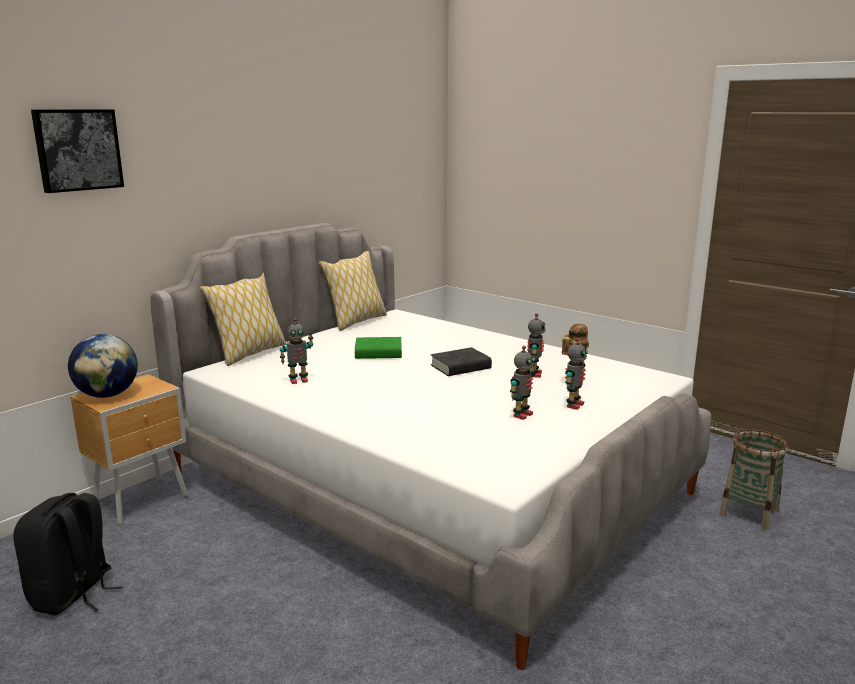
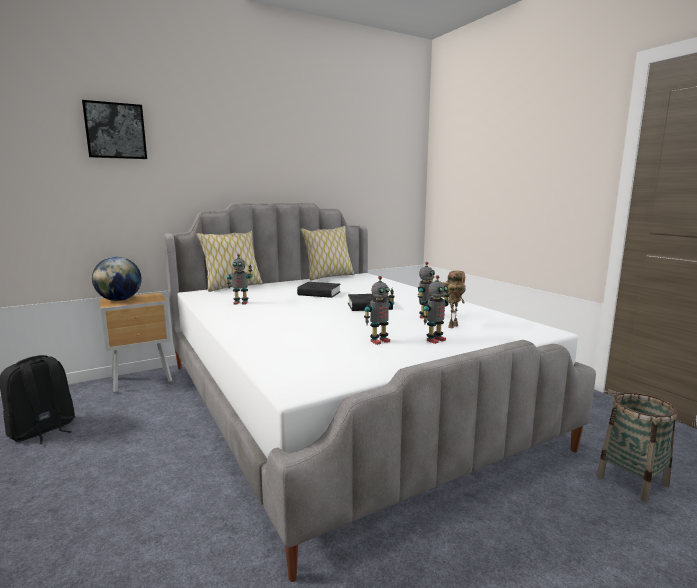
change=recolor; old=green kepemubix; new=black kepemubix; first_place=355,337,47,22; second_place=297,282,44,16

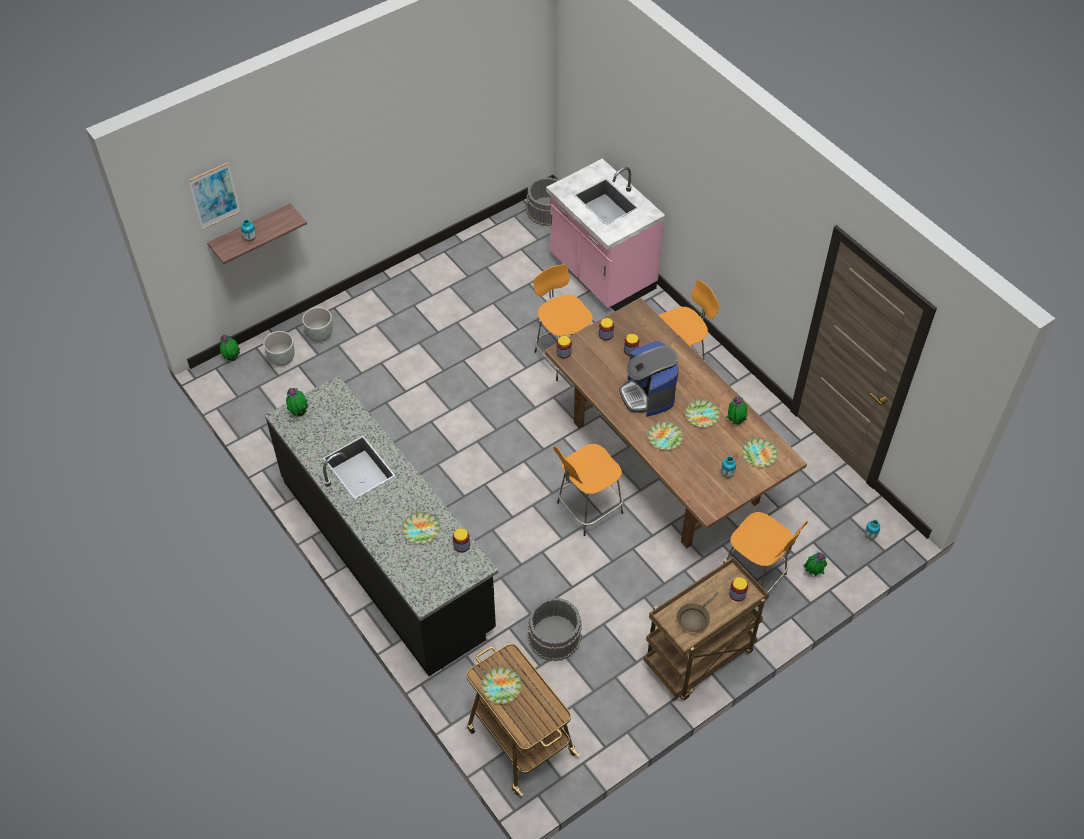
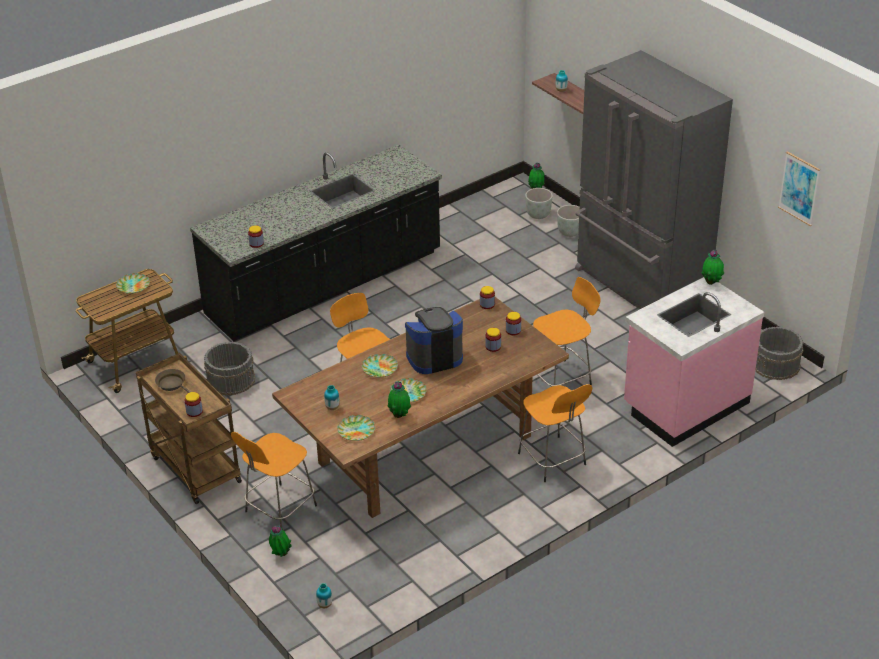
change=delete; old=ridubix; first_place=402,511,38,33
change=insert; new=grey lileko; second_place=575,50,158,259
change=move; old=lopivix; first_place=188,162,53,68; second_place=778,151,42,75
change=move; old=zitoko; first_place=286,388,23,28; second_place=701,250,23,35

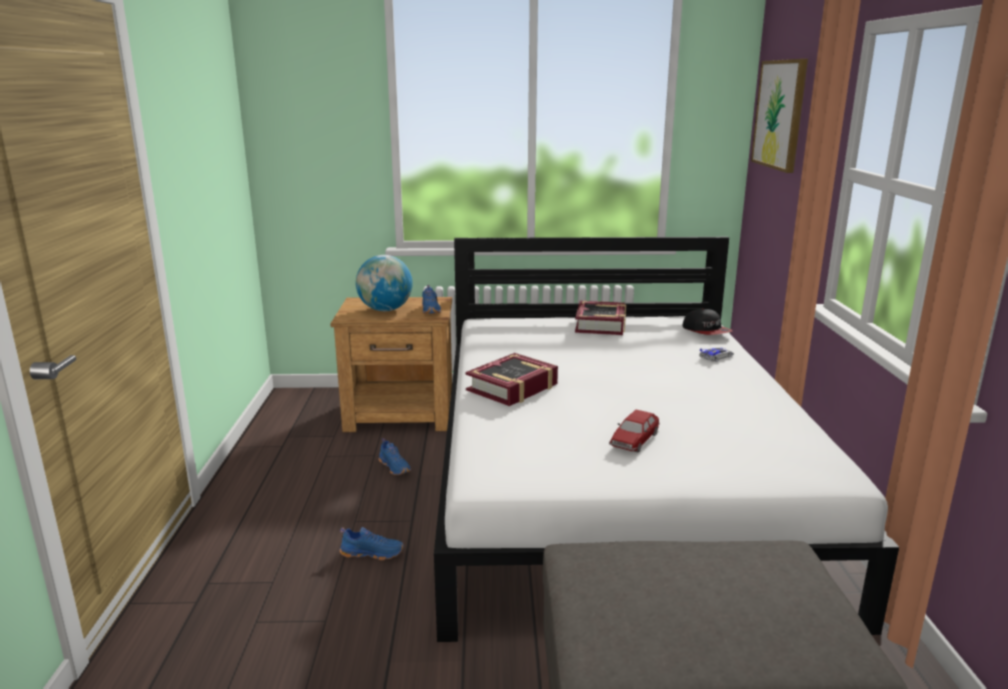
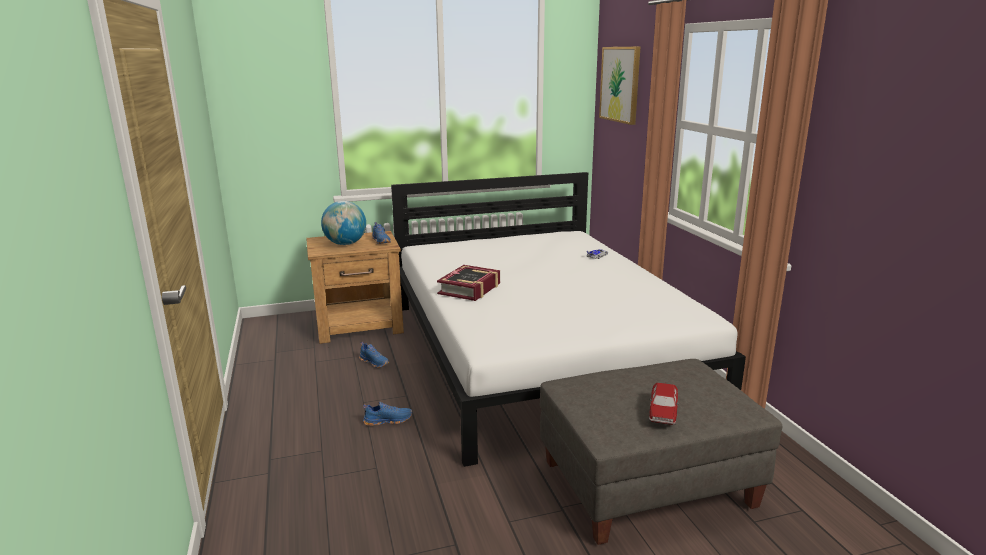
change=delete; old=kepemubix; first_place=575,301,51,34
change=delete; old=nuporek; first_place=682,309,51,26
change=move; old=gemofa; first_place=609,410,51,42; second_place=649,383,30,42

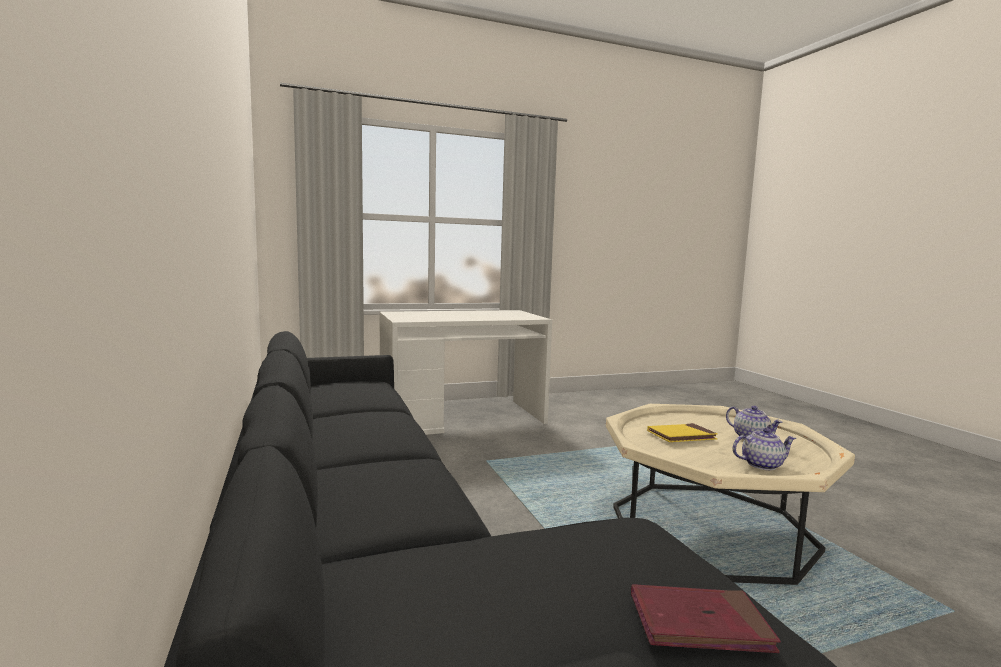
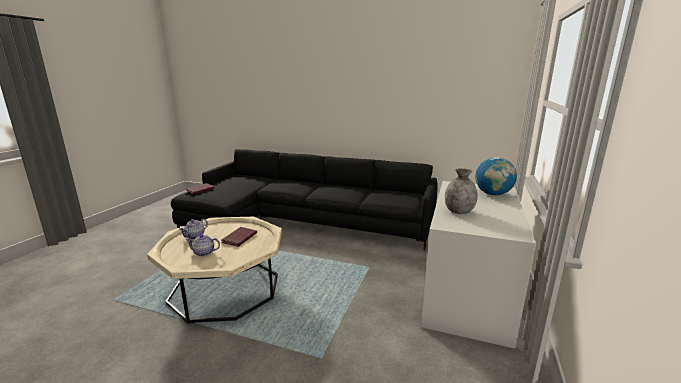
change=insert; new=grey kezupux; second_place=445,168,33,46
change=insert; new=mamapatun; second_place=475,157,42,38
change=recolor; old=yellow kepemubix; new=red kepemubix; first_place=647,423,70,19; second_place=221,227,36,20

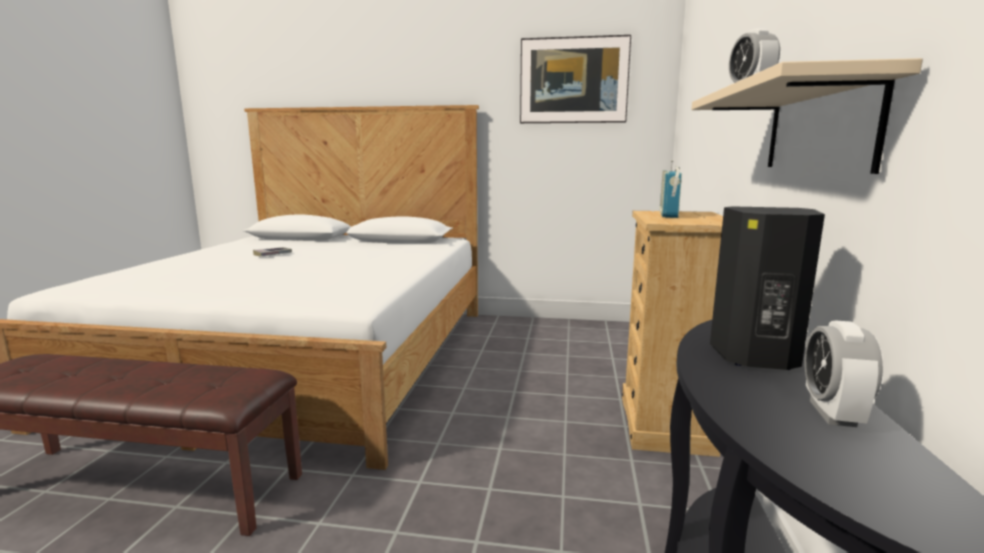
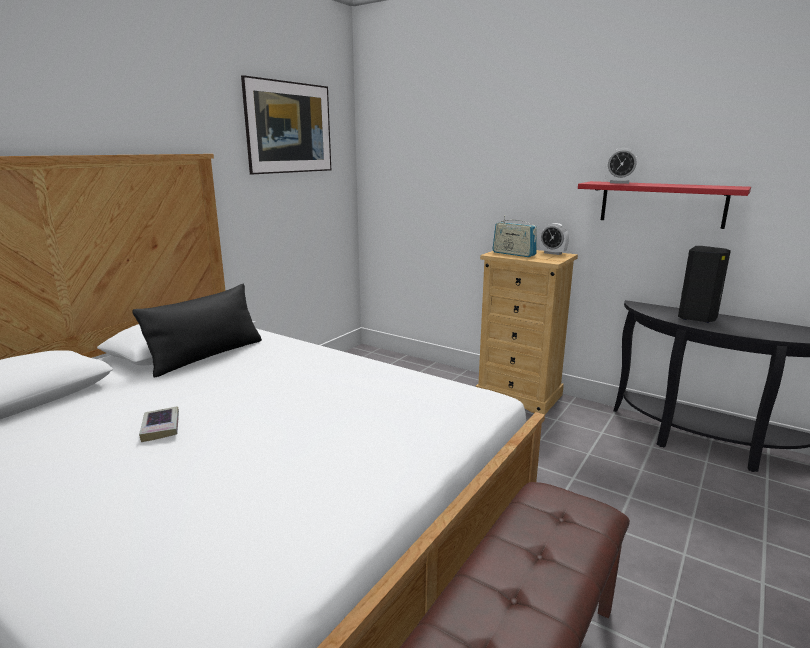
change=insert; new=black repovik; second_place=133,284,129,94
change=move; old=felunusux; first_place=805,321,78,106; second_place=540,223,29,32
change=recolor; old=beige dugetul; new=red dugetul; first_place=691,58,232,116; second_place=578,181,173,48

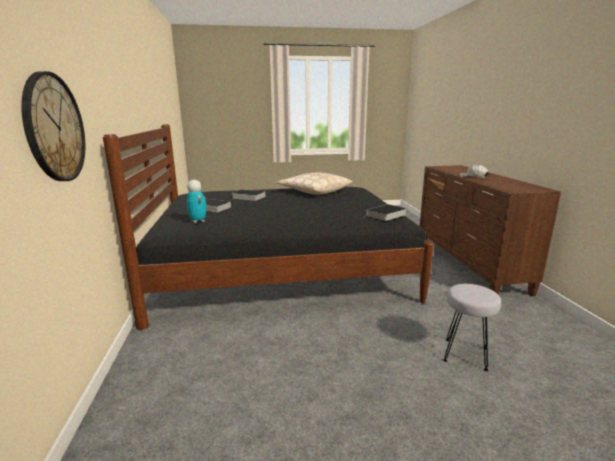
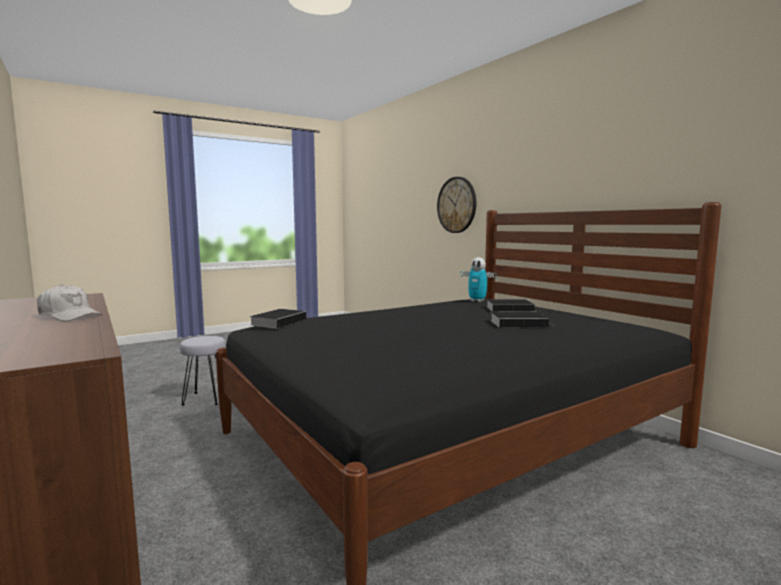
change=delete; old=beige repovik; first_place=276,173,77,22

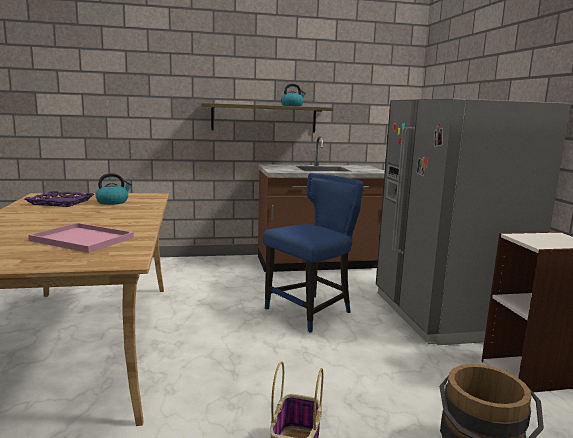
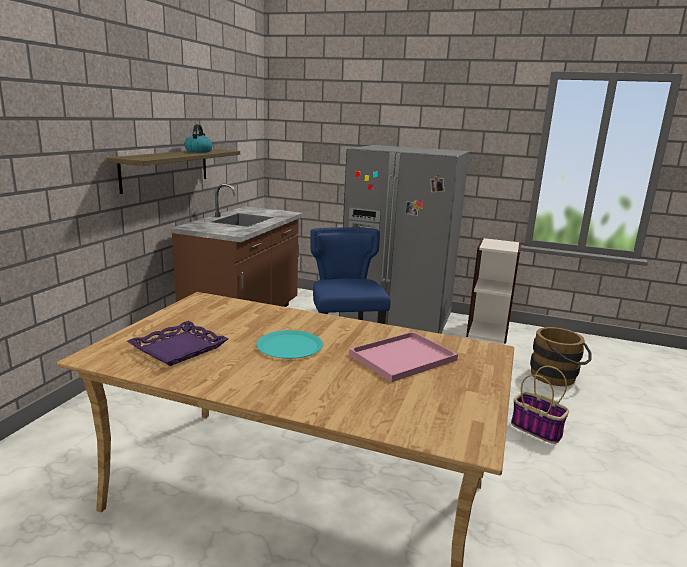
change=delete; old=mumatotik; first_place=95,173,37,32
change=insert; new=turquoise ridubix; second_place=256,330,67,29

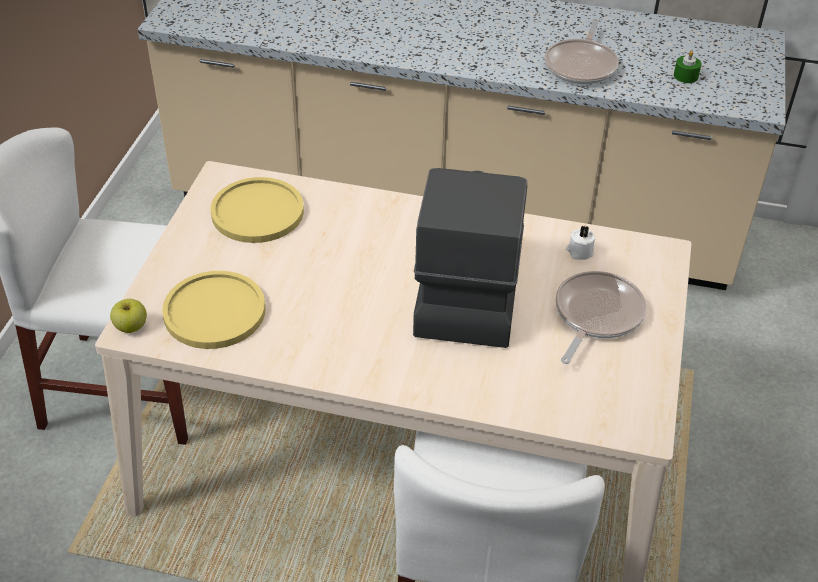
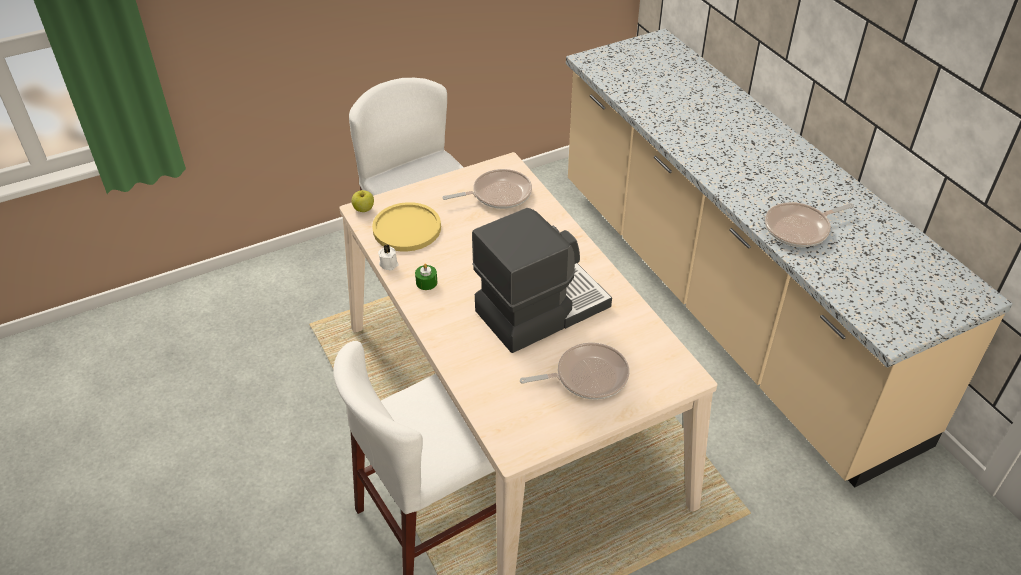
change=move; old=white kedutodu; first_place=566,225,29,35; second_place=378,244,21,26
change=move; old=green kedutodu; first_place=674,51,28,32; second_place=415,264,22,26
change=replace; old=yellow ridubix; new=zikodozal; first_place=210,177,94,66; second_place=442,169,90,40

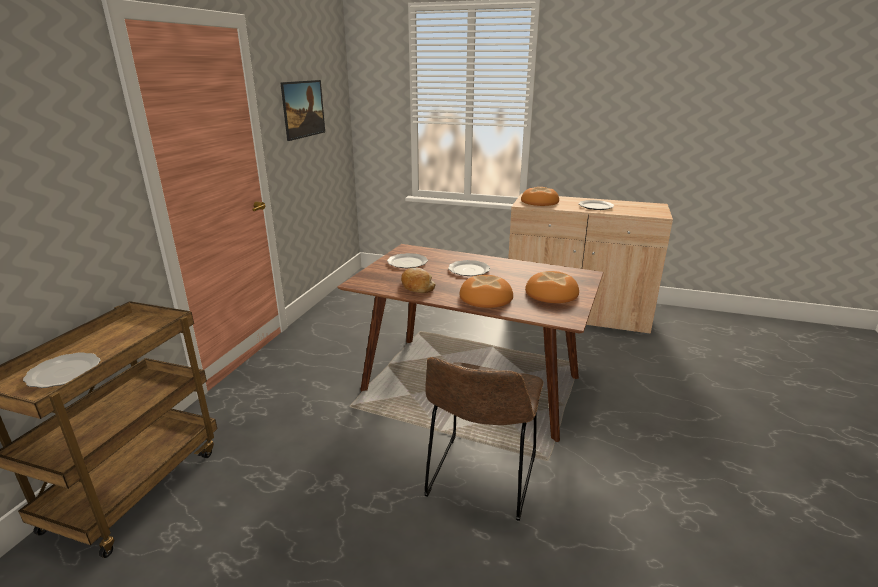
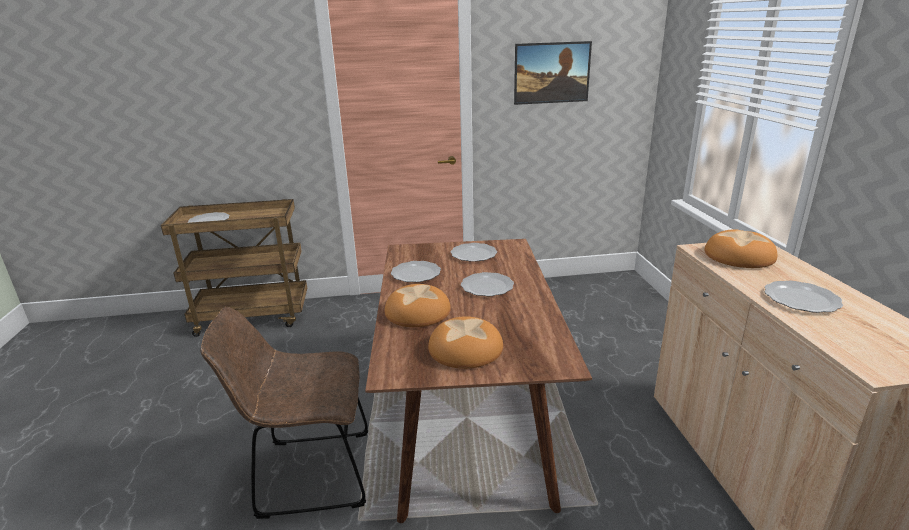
change=replace; old=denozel; new=ridubix; first_place=401,268,35,25; second_place=391,261,50,21

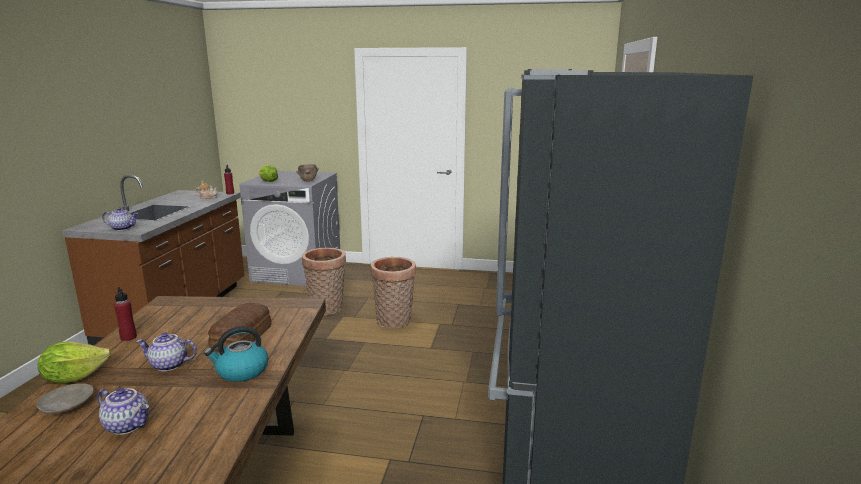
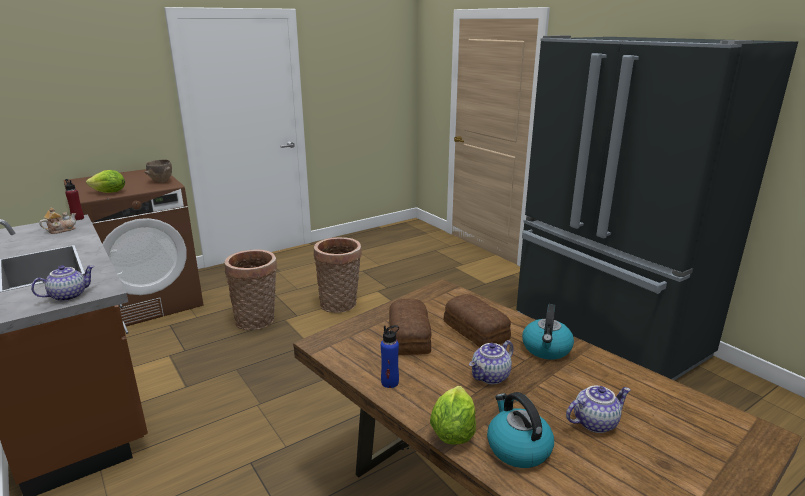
change=insert; new=denozel; second_place=389,299,43,56
change=replace; old=beige ridubix; new=mumatotik; first_place=36,383,58,31; second_place=487,392,67,76
change=recolor; old=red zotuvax; new=blue zotuvax; first_place=114,287,23,54; second_place=381,325,18,63
change=recolor; old=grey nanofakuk; new=brown nanofakuk; first_place=239,171,101,115; second_place=63,169,141,157

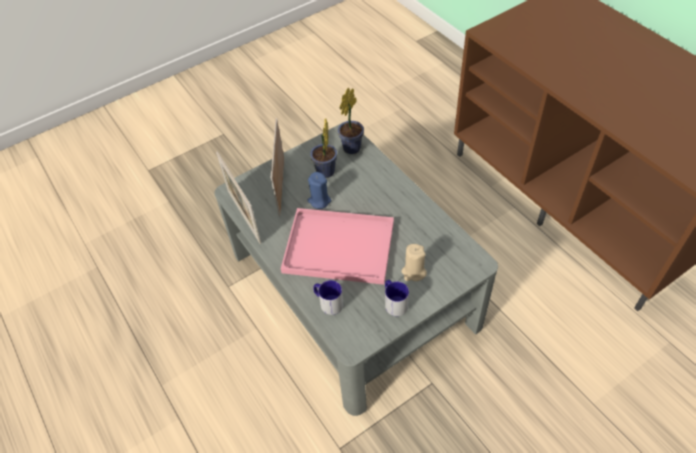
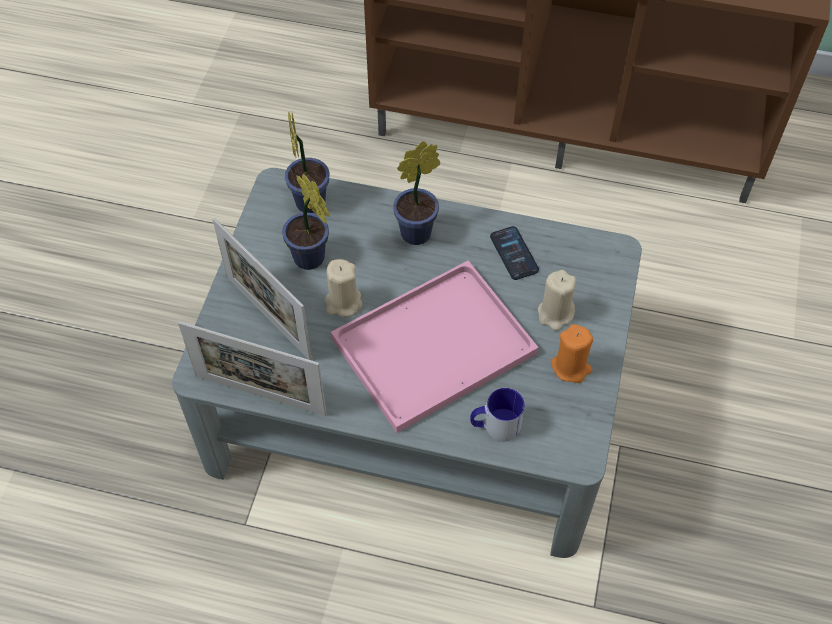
change=insert; new=zitoko; second_place=393,141,47,104
change=insert; new=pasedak; second_place=490,226,49,54
change=replace; old=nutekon; new=orange kedutodu; first_place=385,280,24,36; second_place=551,324,42,59
change=recolor; old=blue kedutodu; new=beige kedutodu; first_place=307,172,24,37; second_place=325,259,37,58

